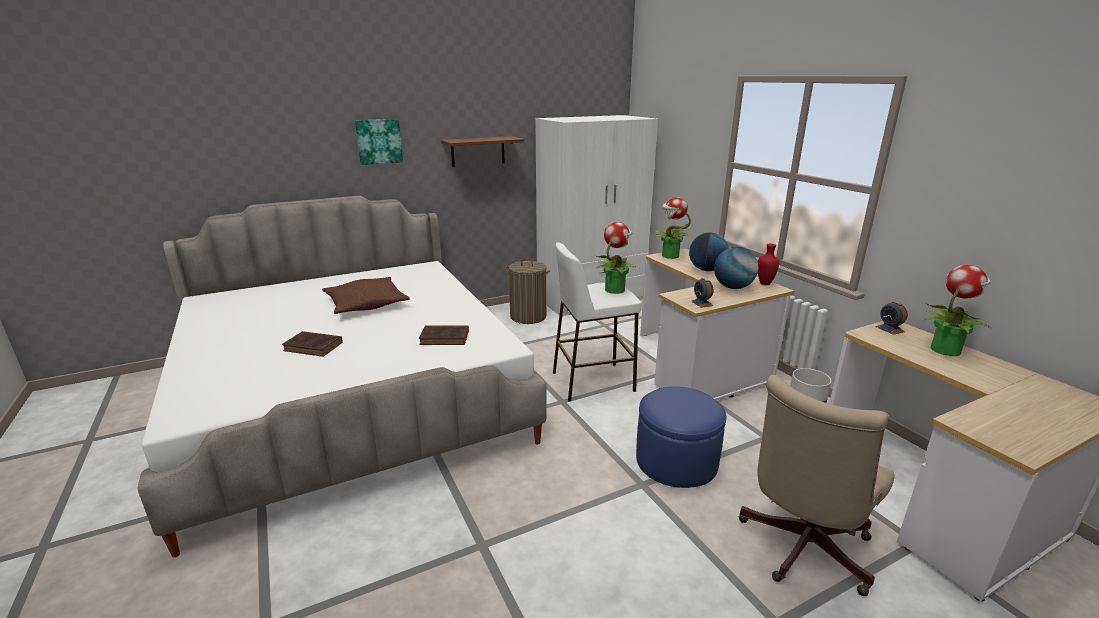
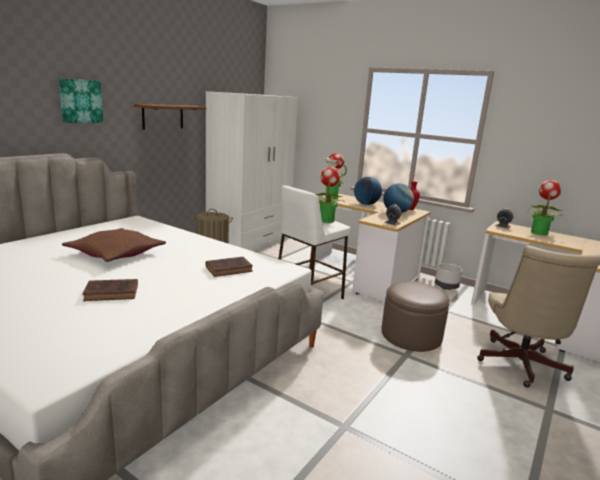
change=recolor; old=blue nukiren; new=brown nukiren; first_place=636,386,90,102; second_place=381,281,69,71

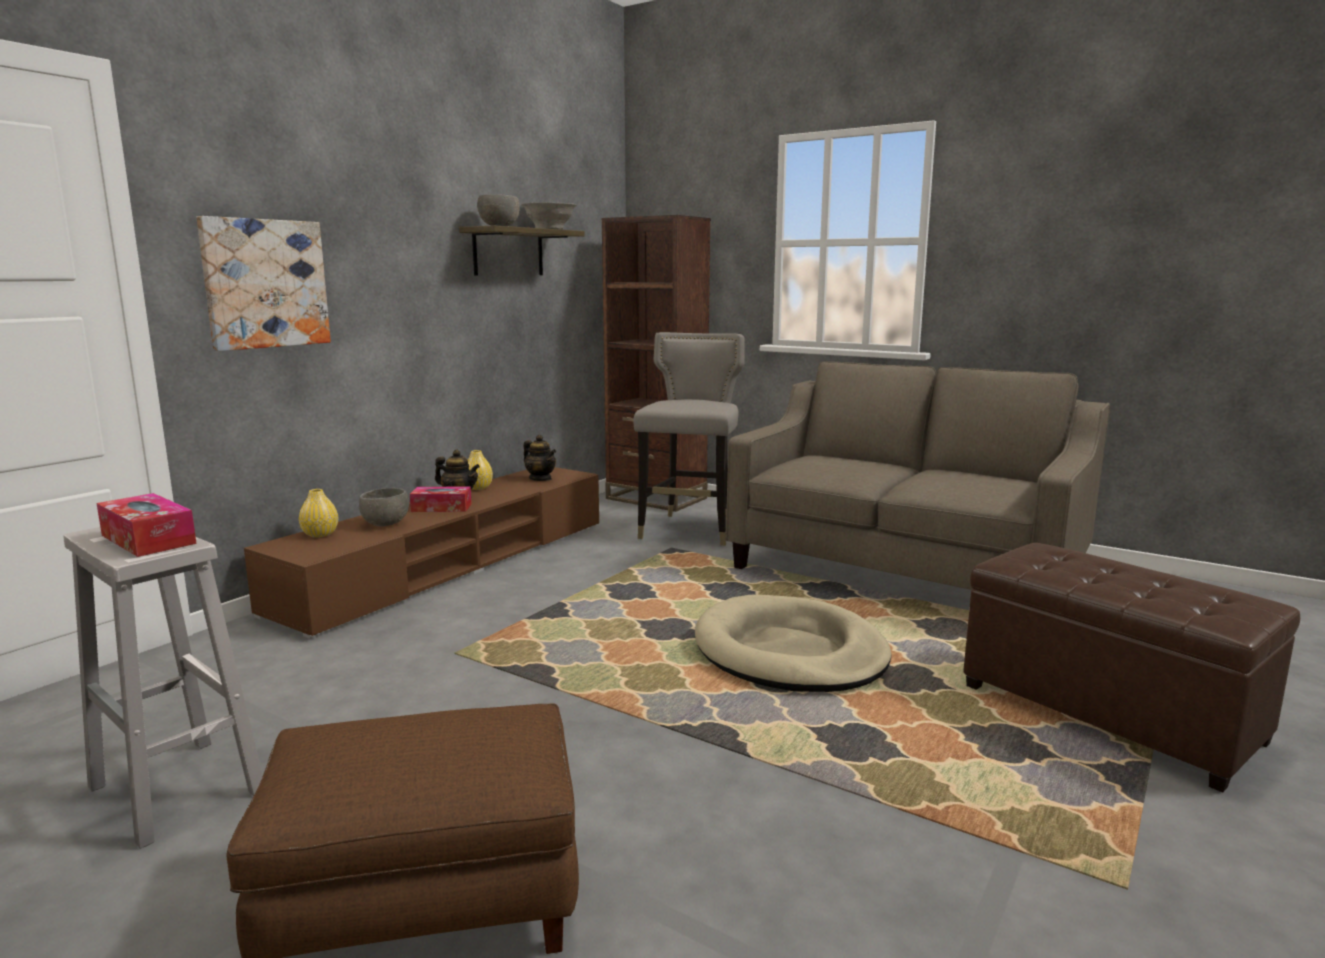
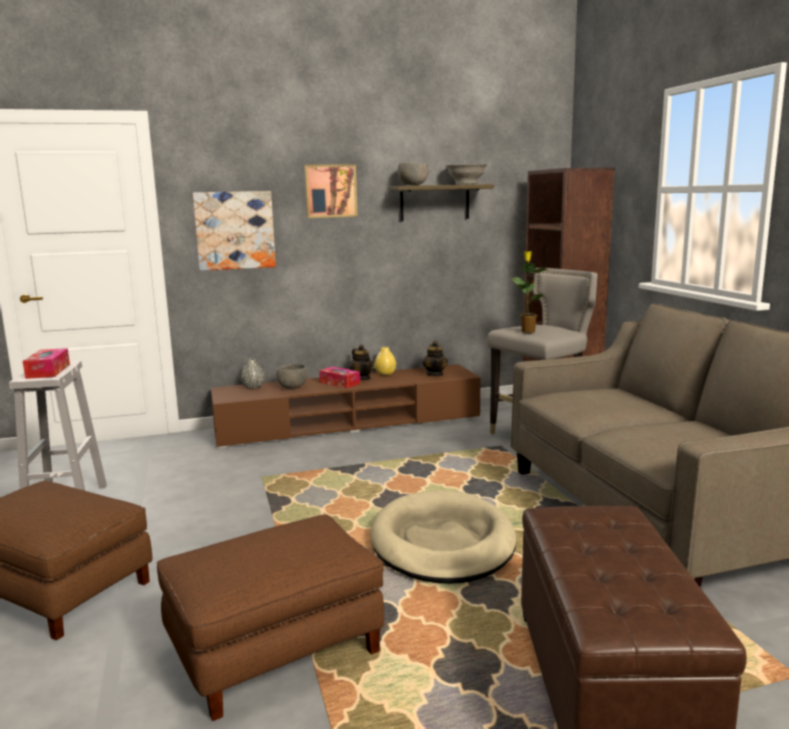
change=insert; new=brown nukiren; second_place=157,514,227,207
change=insert; new=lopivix; second_place=304,164,54,54
change=insert; new=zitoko; second_place=510,251,40,82
change=recolor; old=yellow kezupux; new=grey kezupux; first_place=299,489,39,49; second_place=241,359,23,30

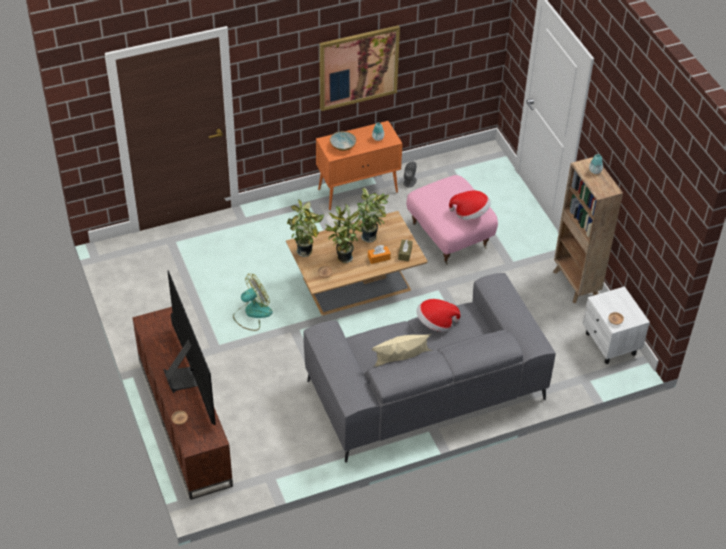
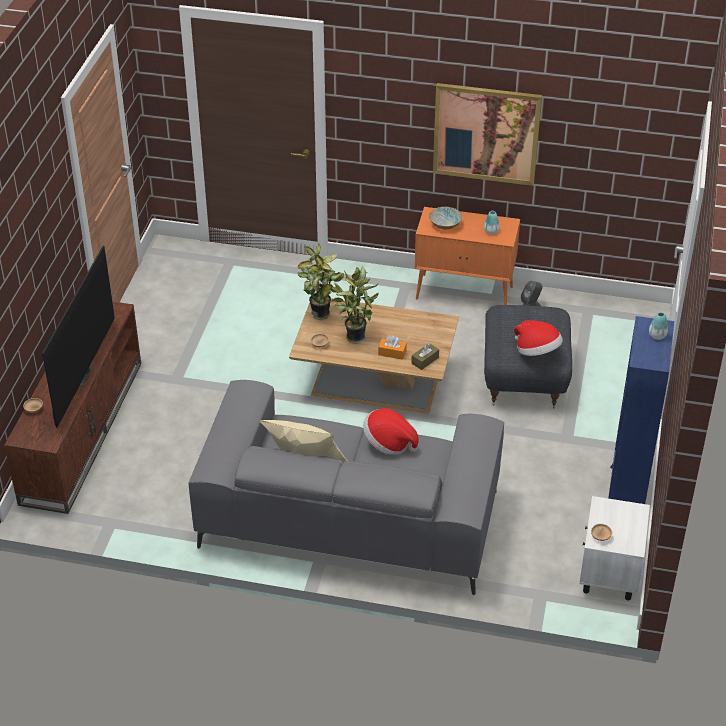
change=delete; old=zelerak; first_place=233,274,40,57
change=delete; old=zitoko; first_place=357,188,32,55
change=recolor; old=pink nukiren; new=grey nukiren; first_place=406,175,92,89; second_place=484,305,88,103
change=recolor; old=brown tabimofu; new=blue tabimofu; first_place=553,157,70,146; second_place=608,316,66,188

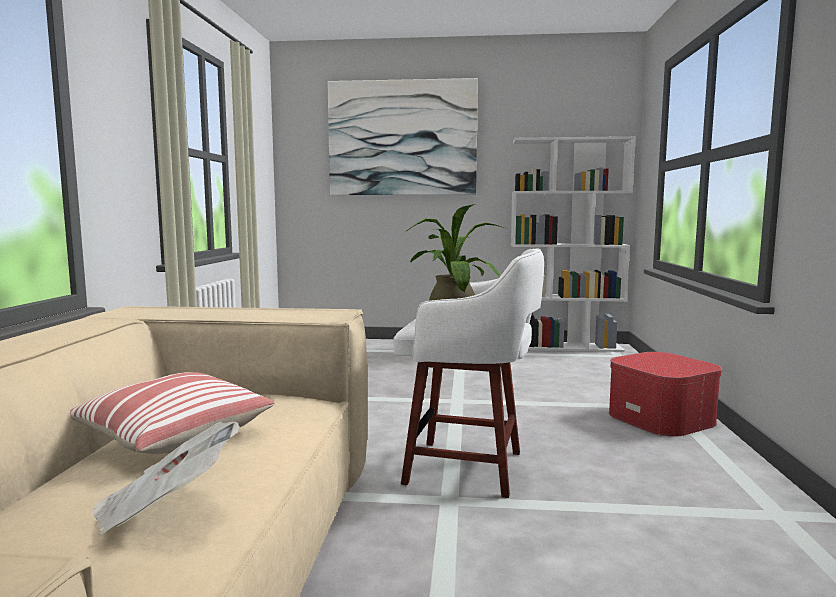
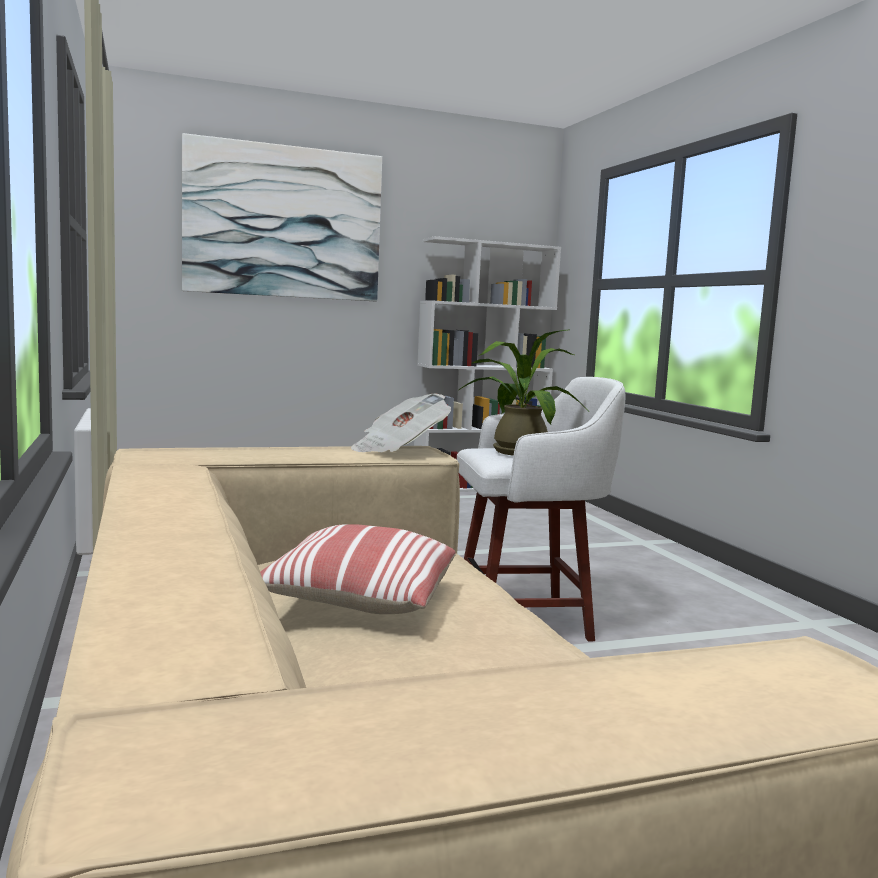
change=delete; old=nukiren; first_place=609,352,113,85
change=move; old=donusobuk; first_place=93,422,147,114; second_place=351,394,100,58

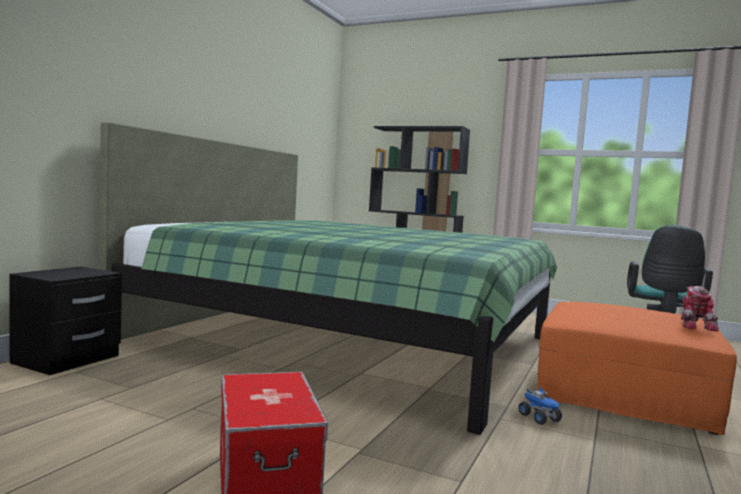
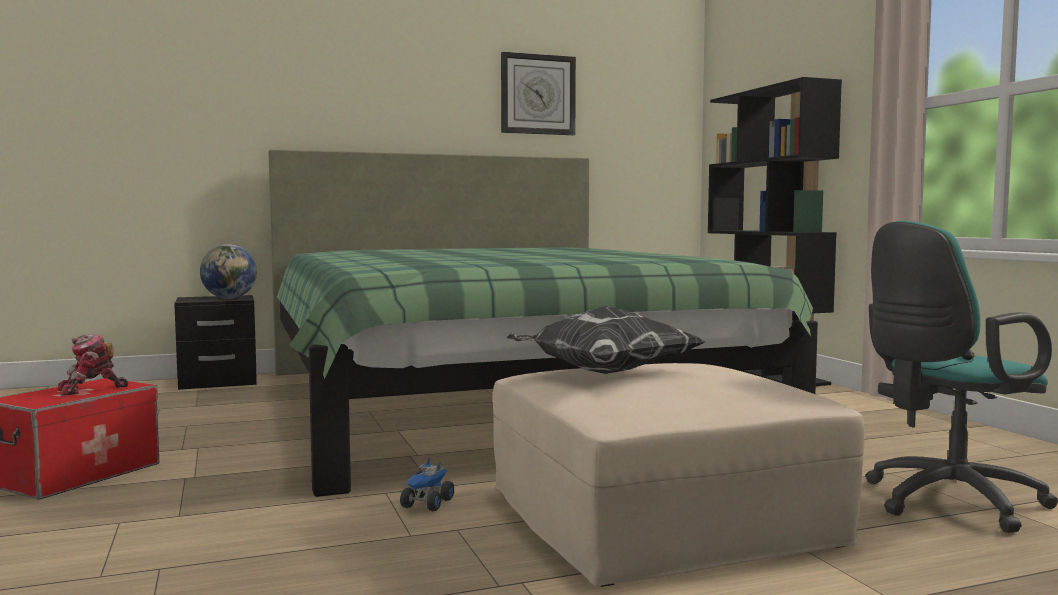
change=insert; new=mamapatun; second_place=200,244,57,55
change=insert; new=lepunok; second_place=501,52,75,83
change=insert; new=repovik; second_place=506,306,198,68
change=move; old=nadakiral; first_place=681,286,38,45; second_place=58,334,70,62
change=recolor; old=orange nukiren; new=beige nukiren; first_place=537,301,200,134; second_place=493,363,372,224

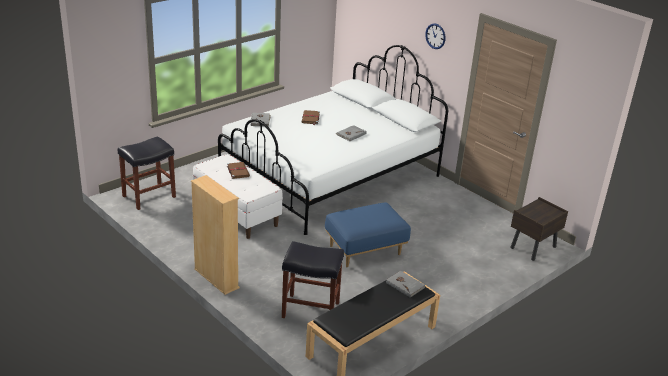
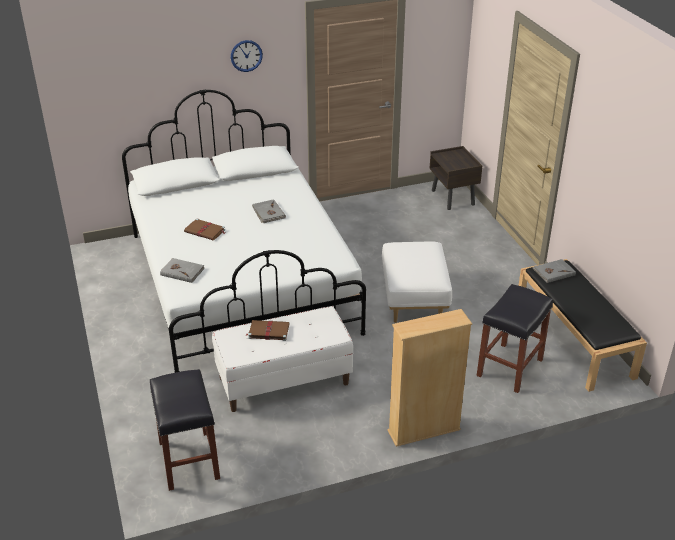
change=recolor; old=blue nukiren; new=white nukiren; first_place=325,203,86,64; second_place=382,241,70,82

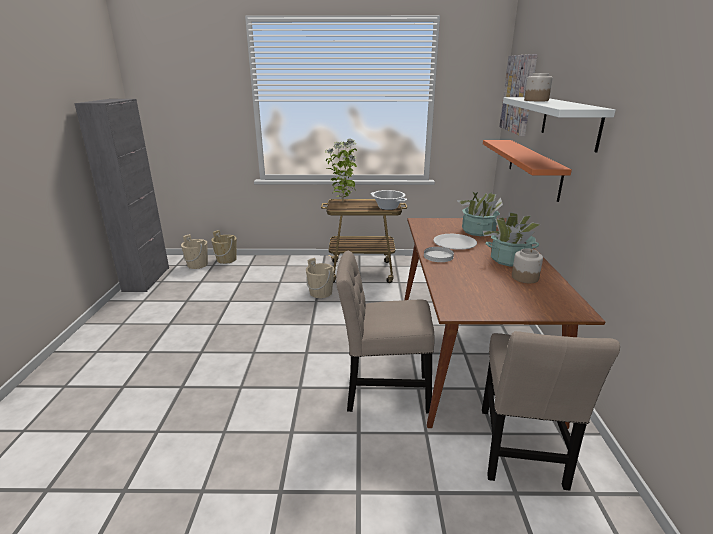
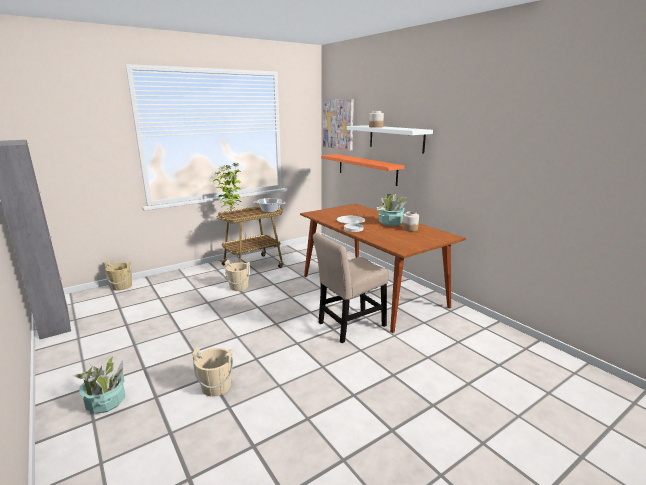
change=delete; old=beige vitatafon; first_place=482,331,138,160
change=move; old=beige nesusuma; first_place=181,234,27,35; second_place=193,347,40,49
change=move; old=zitoko; first_place=457,191,46,45; second_place=72,356,54,58

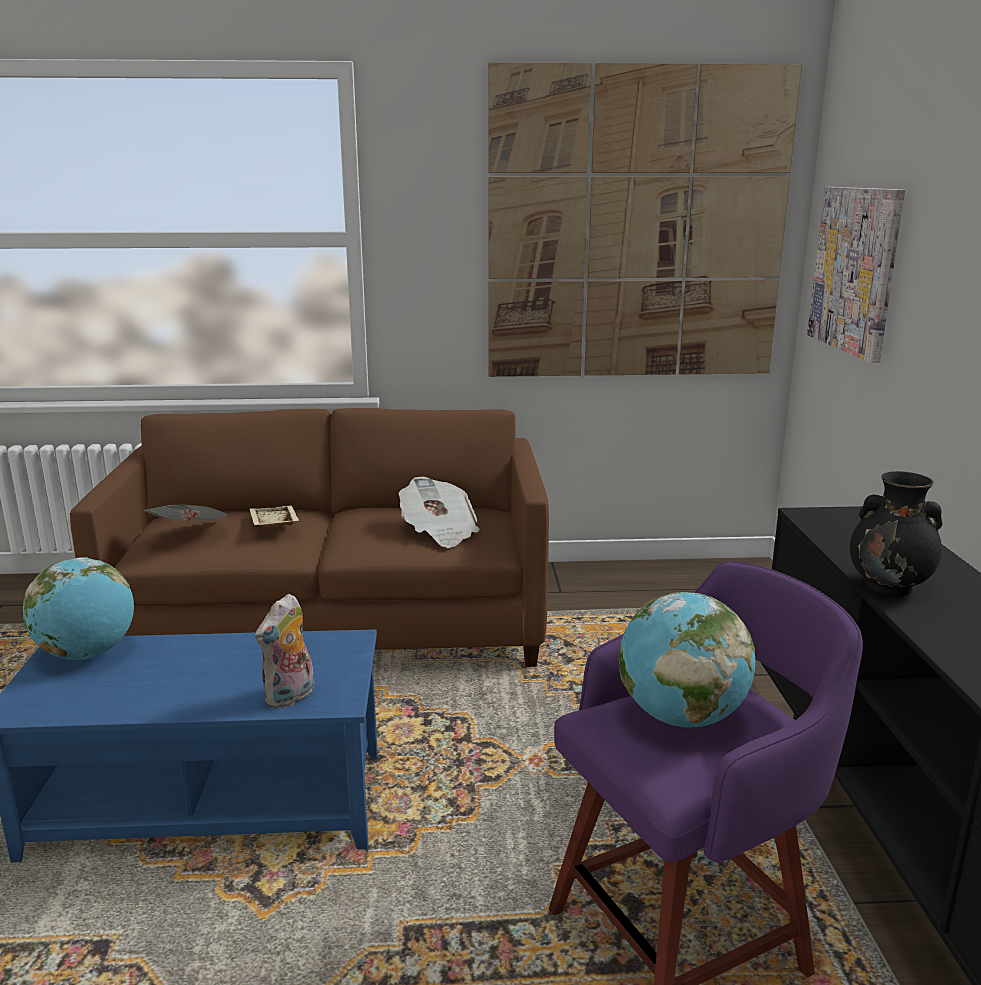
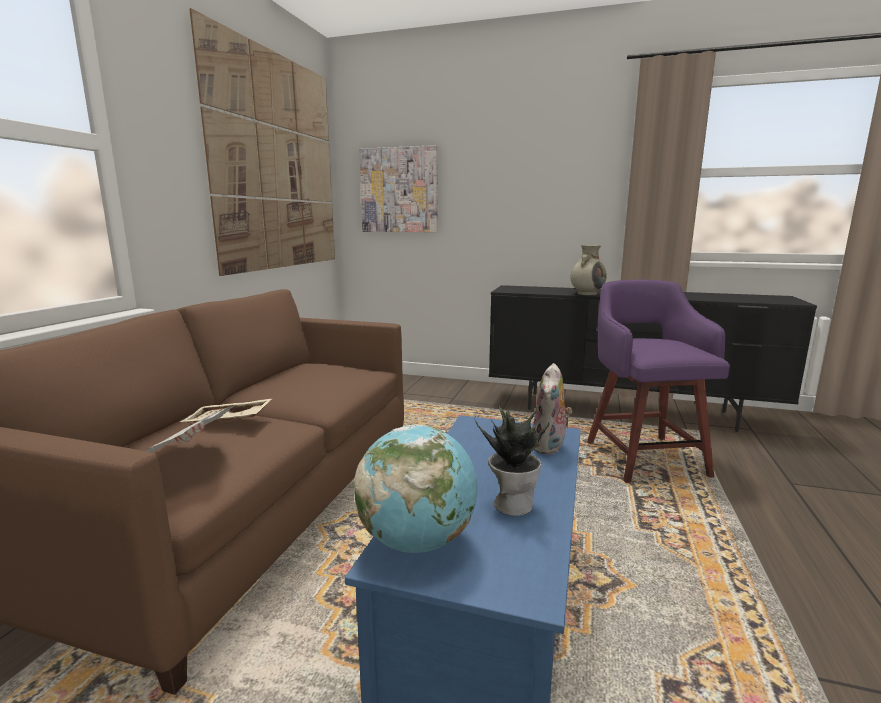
change=delete; old=donusobuk; first_place=398,477,82,71
change=delete; old=mamapatun; first_place=619,592,137,136
change=insert; new=zitoko; second_place=475,402,75,114
change=recolor; old=black kezupux; new=beige kezupux; first_place=850,471,93,125; second_place=571,245,36,50
change=rotate; old=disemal; first_place=255,593,59,116; second_place=532,363,40,92; degrees=60

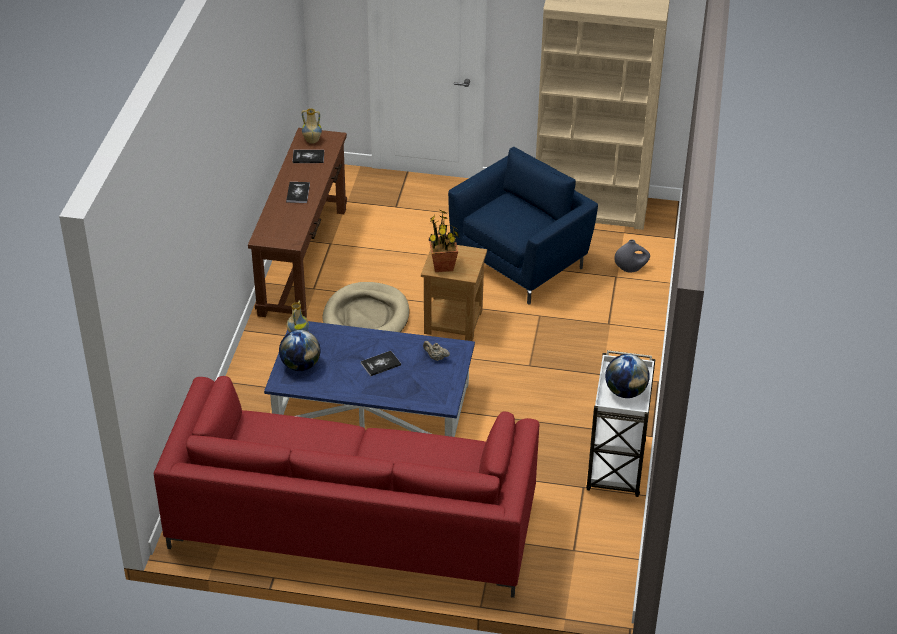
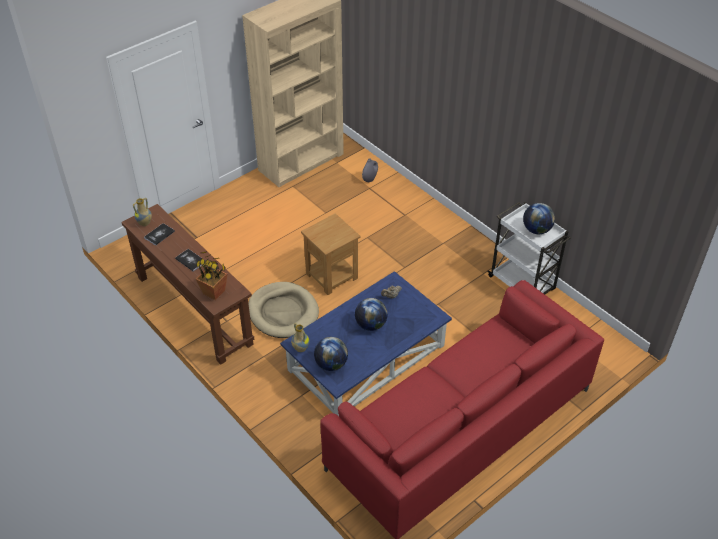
change=delete; old=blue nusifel; first_place=448,147,150,157
change=move; old=zitoko; first_place=428,210,31,62; second_place=196,251,32,49
change=replace; old=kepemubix; new=mamapatun; first_place=361,351,40,25; second_place=355,298,33,33

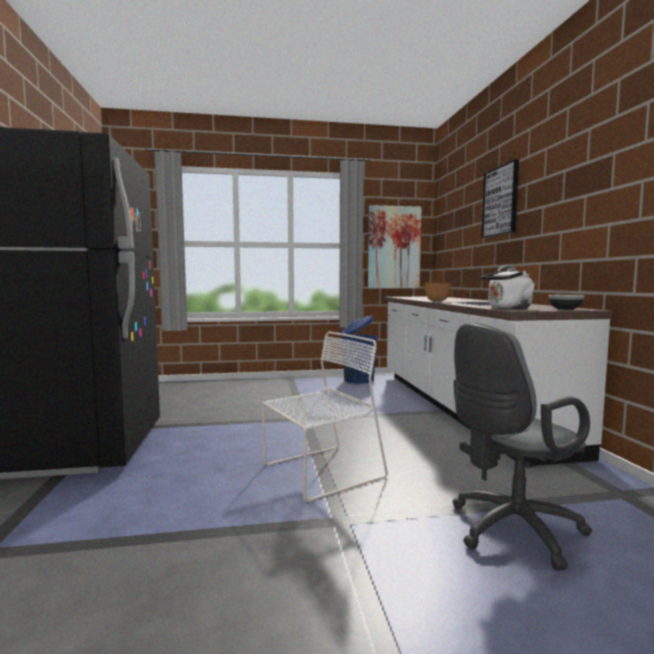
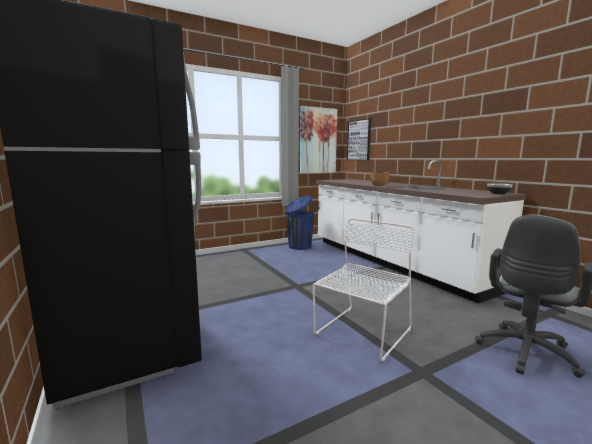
change=delete; old=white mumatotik; first_place=481,269,54,40
change=move; old=lopivix; first_place=482,159,37,79; second_place=347,118,24,42

